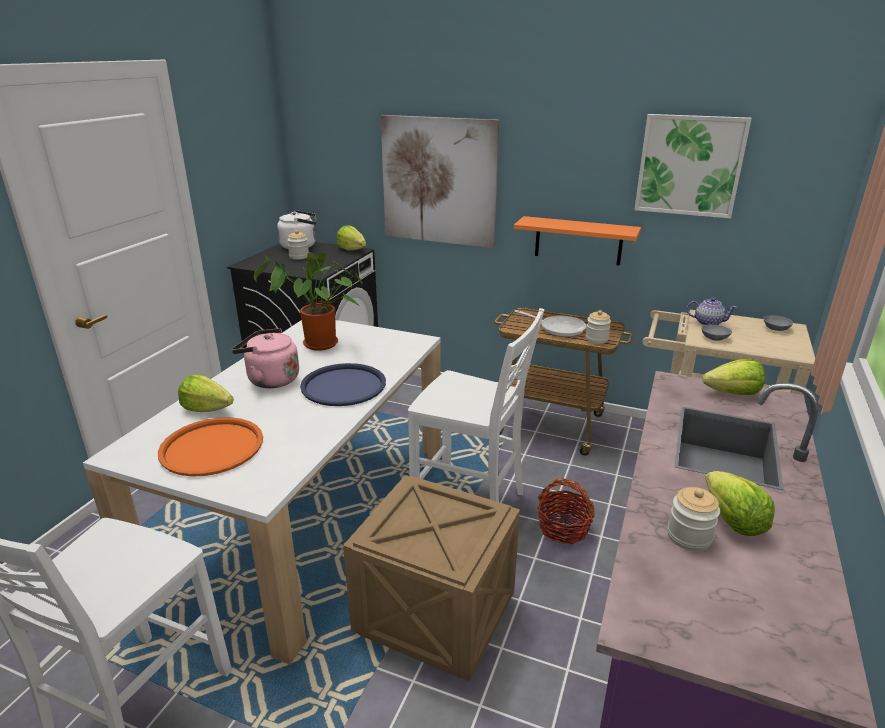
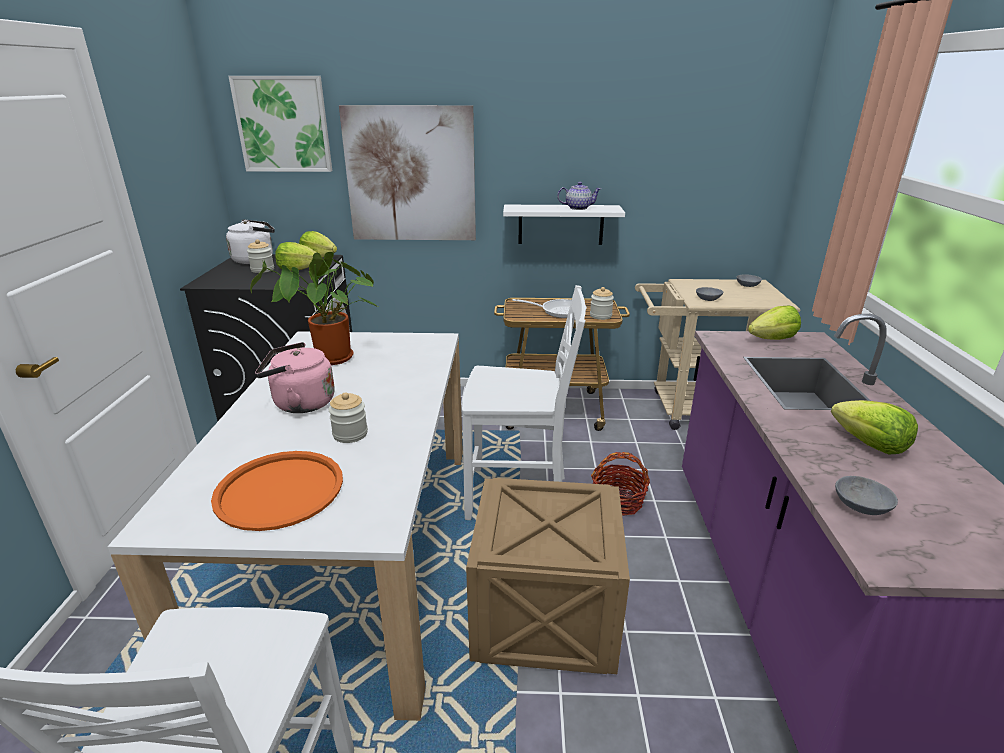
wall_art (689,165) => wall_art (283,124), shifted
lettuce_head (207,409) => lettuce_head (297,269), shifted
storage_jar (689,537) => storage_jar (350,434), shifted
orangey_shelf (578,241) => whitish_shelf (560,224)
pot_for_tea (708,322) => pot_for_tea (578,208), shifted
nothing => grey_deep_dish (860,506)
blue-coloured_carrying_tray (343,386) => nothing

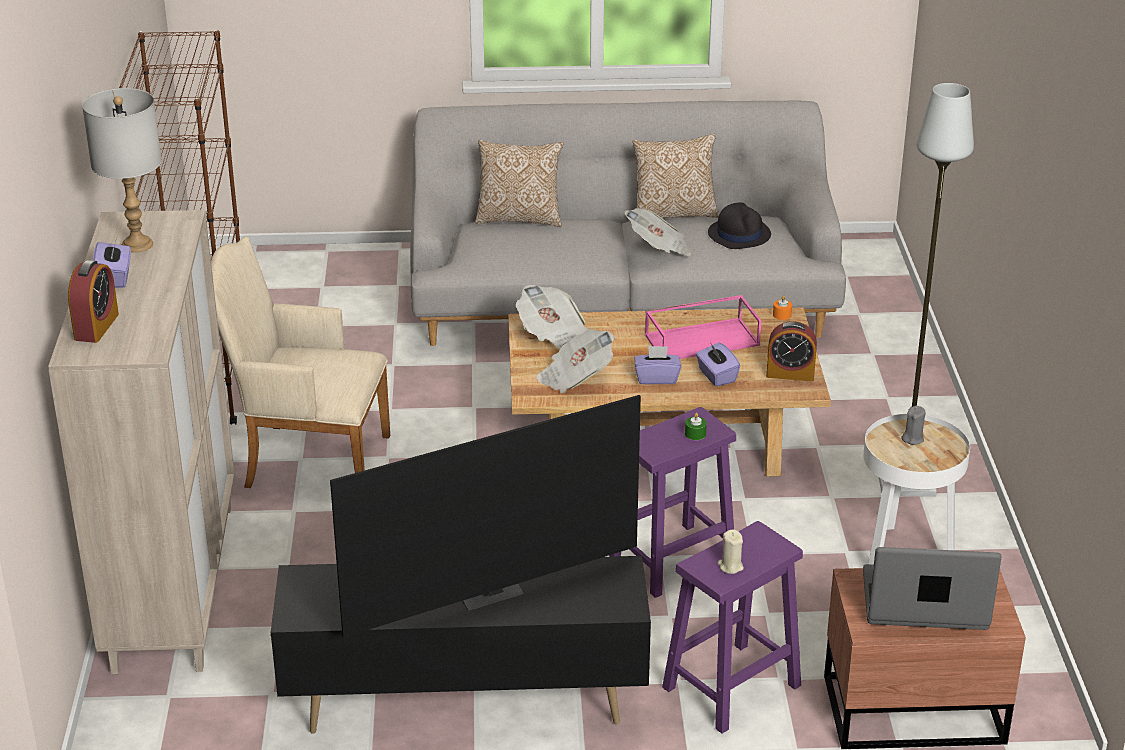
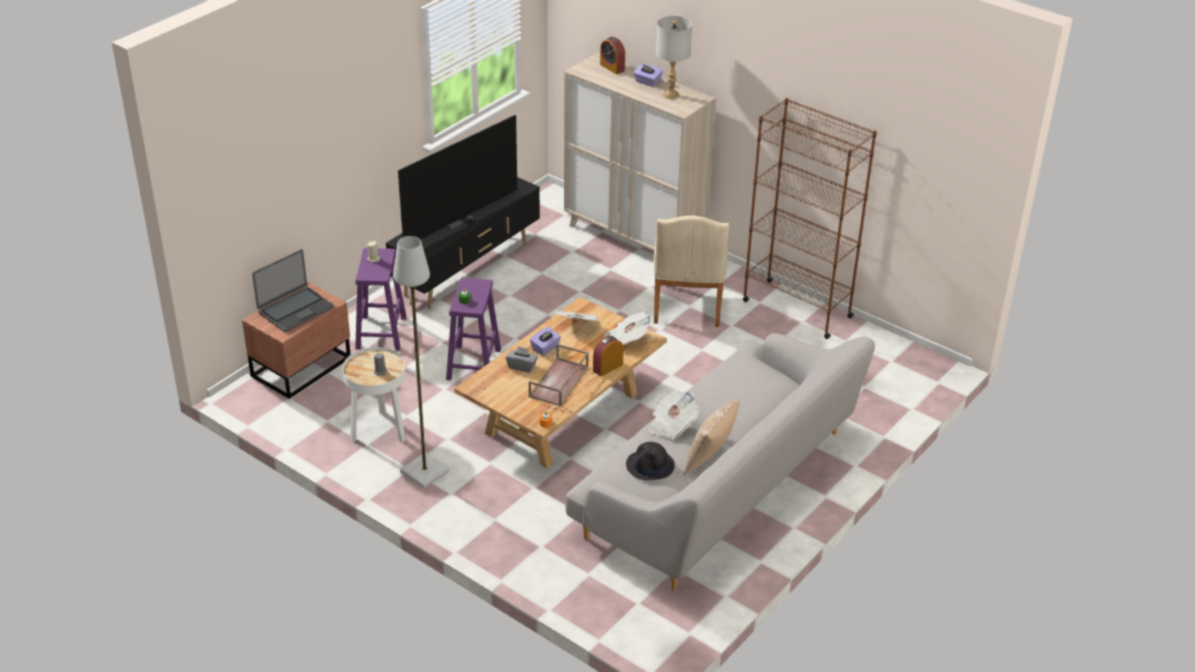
television (488,590) => television (456,219), 150 degrees counterclockwise
purple-coloured_box_of_tissues (716,376) => grey_box_of_tissues (522,366)
pink-coloured_carrying_tray (702,339) => brownish_carrying_tray (559,382)
table_clock (790,374) => table_clock (607,367), shifted
beige_lounge_chair (308,459) => beige_lounge_chair (686,308), 135 degrees clockwise
cushion (519,218) => nothing

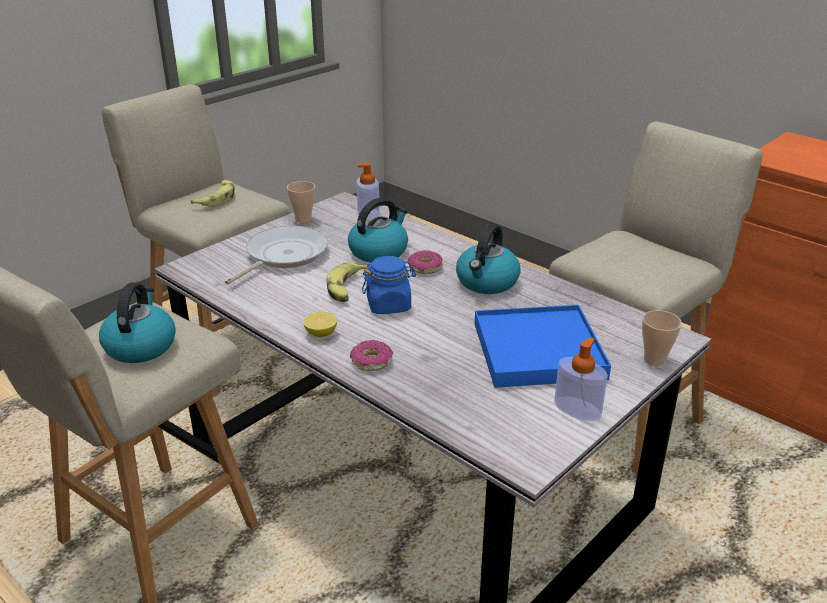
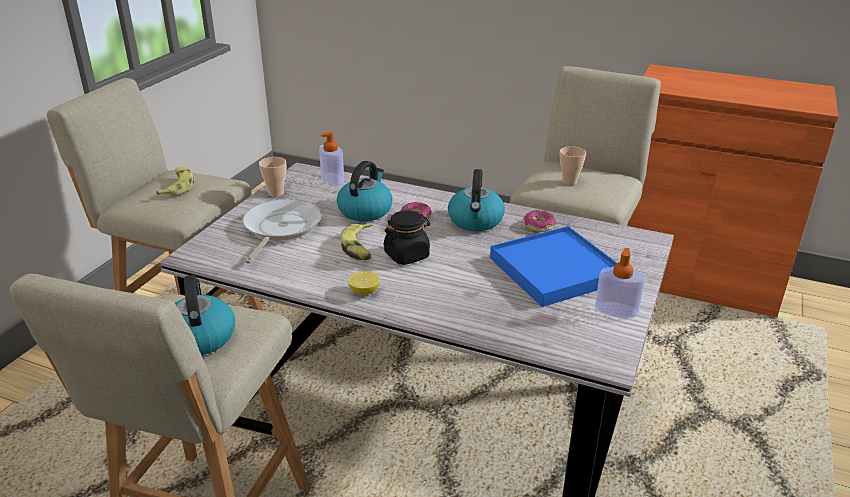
blue-coloured_storage_jar (389,305) => black_storage_jar (407,255)
donut (371,361) => donut (539,226), shifted
small_cup (654,360) => small_cup (569,182), shifted

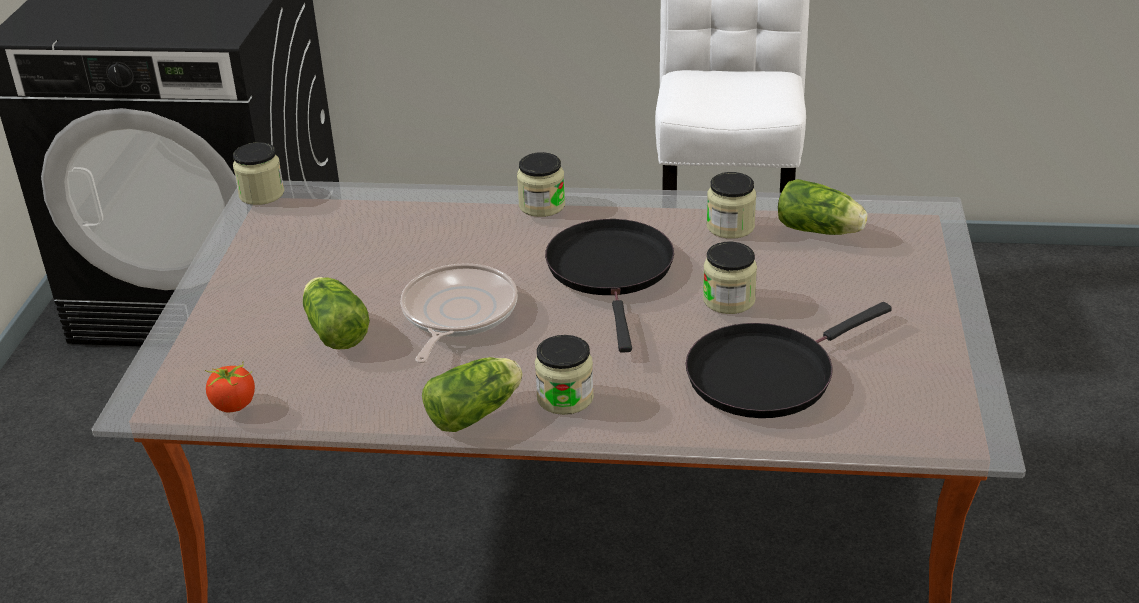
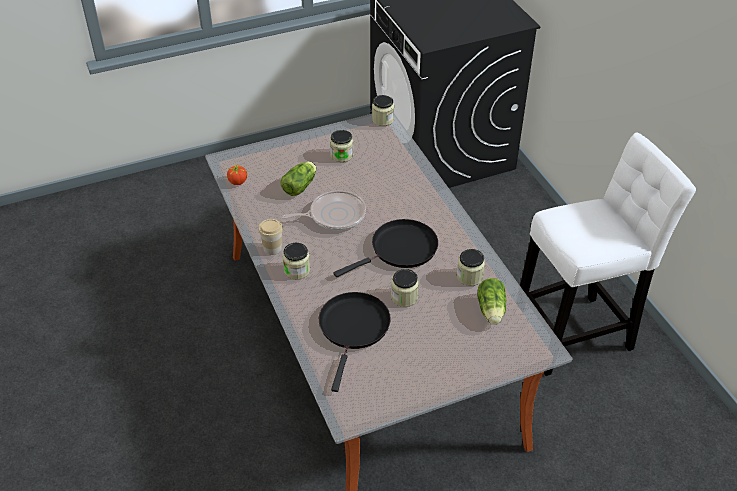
lettuce_head (477,412) => small_cup (272,248)
black_frying_pan (766,374) => black_frying_pan (353,328), 75 degrees clockwise
storage_jar (542,205) => storage_jar (341,155), shifted

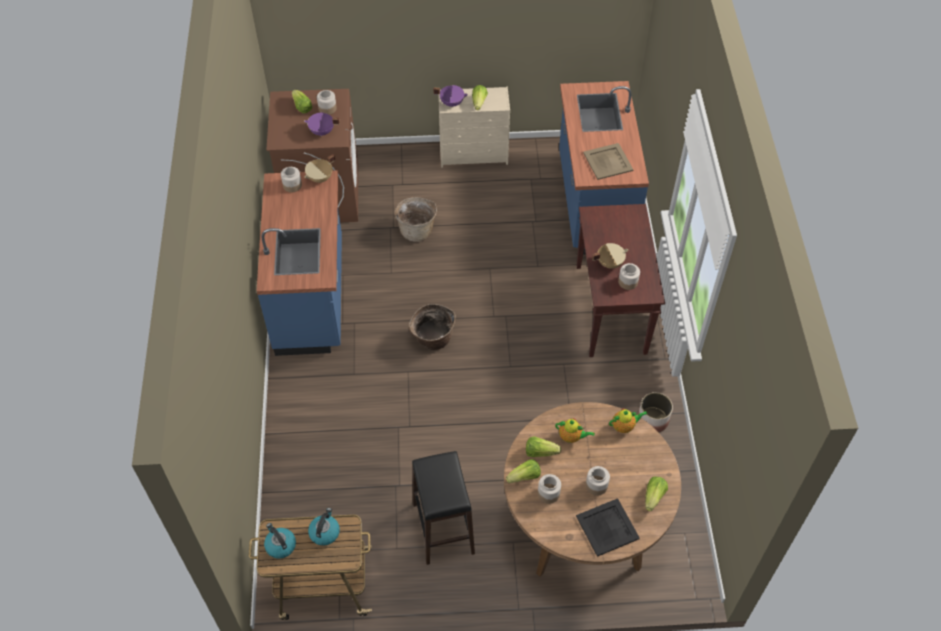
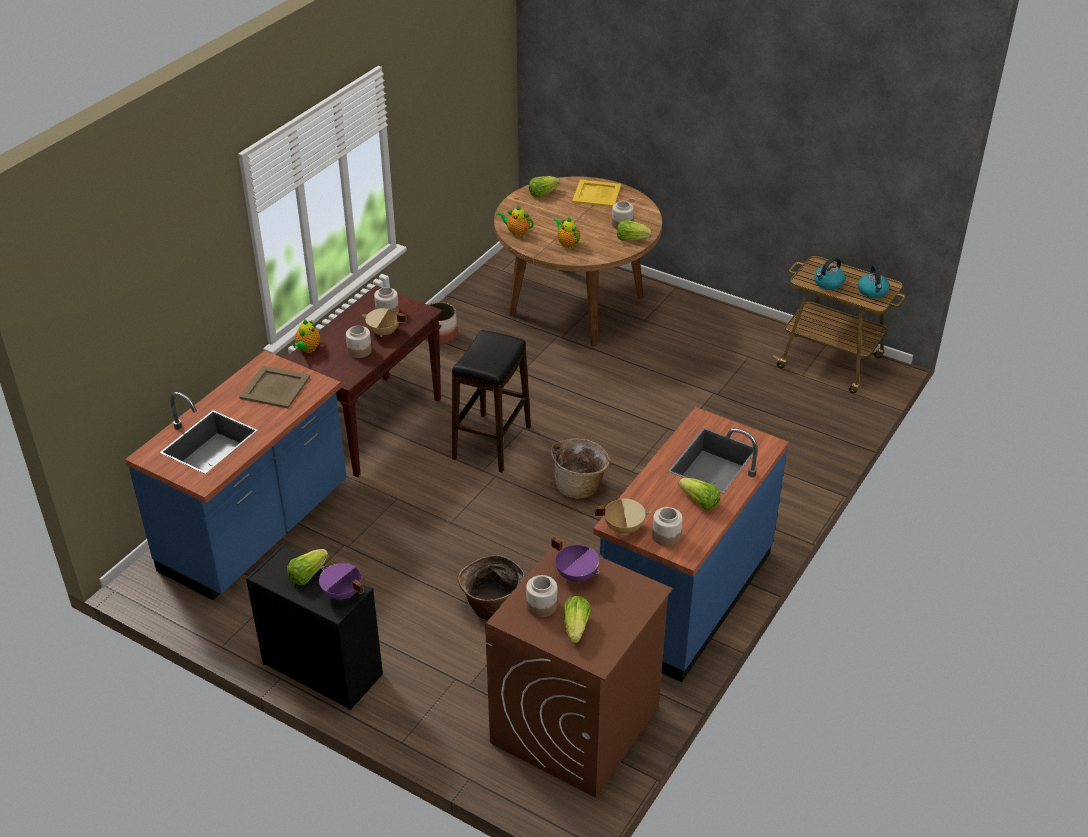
beige_chest_of_drawers (474,154) => black_chest_of_drawers (321,668)
nothing => pot_for_tea (308,349)
storage_jar (596,485) => storage_jar (359,351), shifted
black_stool (443,528) => black_stool (492,443), shifted
black_carrying_tray (607,527) => yellow_carrying_tray (596,194)
lettuce_head (540,452) => lettuce_head (699,502), shifted

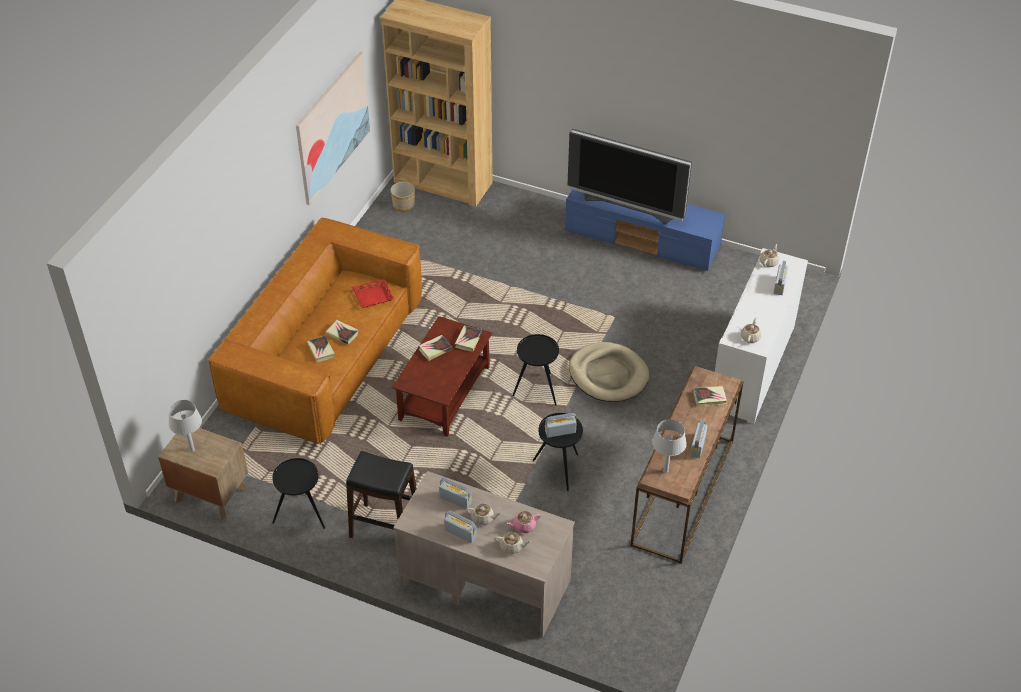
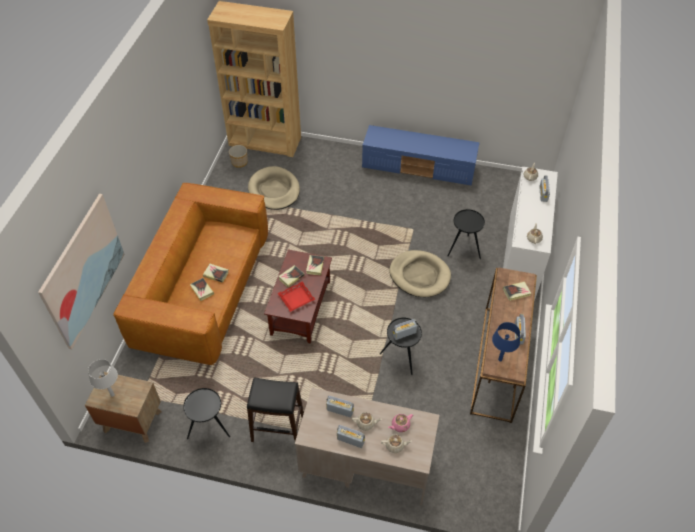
wall_art (332,127) => wall_art (83,270), shifted
nothing => beige_dog_cushion (274,190)
red-coloured_carrying_tray (373,296) => red-coloured_carrying_tray (296,298), shifted
black_accent_table (537,391) => black_accent_table (463,250), shifted
grey_lamp_for_a_table (665,471) => blue-coloured_lamp_for_a_table (500,359)
television (628,207) => nothing

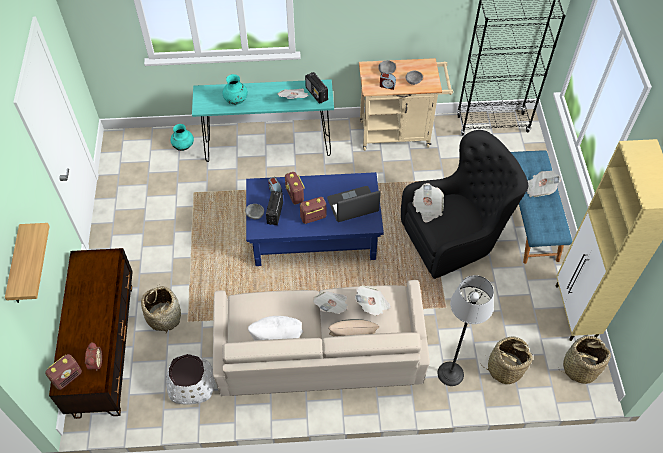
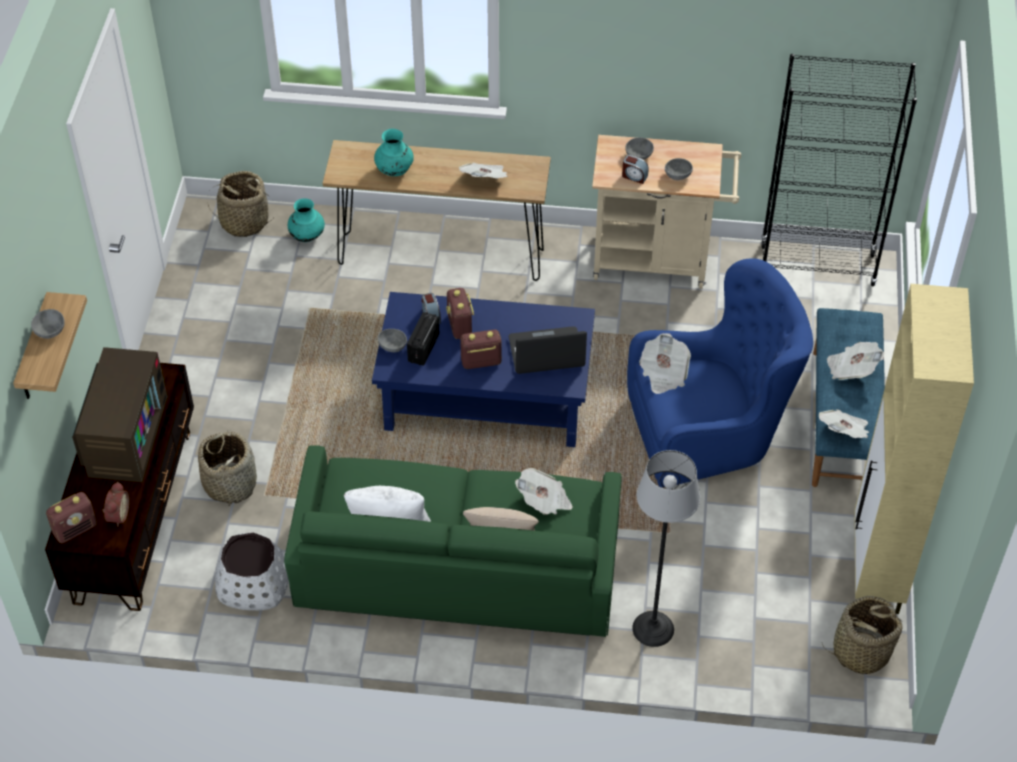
nothing => grey_deep_dish (50,331)
nothing => television (125,434)
household_basket (504,368) => household_basket (244,222), shifted
beige_settee (319,352) => greenish_settee (456,568)
blue-green_hall_table (268,148) => brownish_hall_table (440,256)
black_lounge_chair (455,237) => blue-coloured_lounge_chair (711,431)
daily_paper (332,306) => daily_paper (844,432), shifted
radio_set (316,94) => nothing

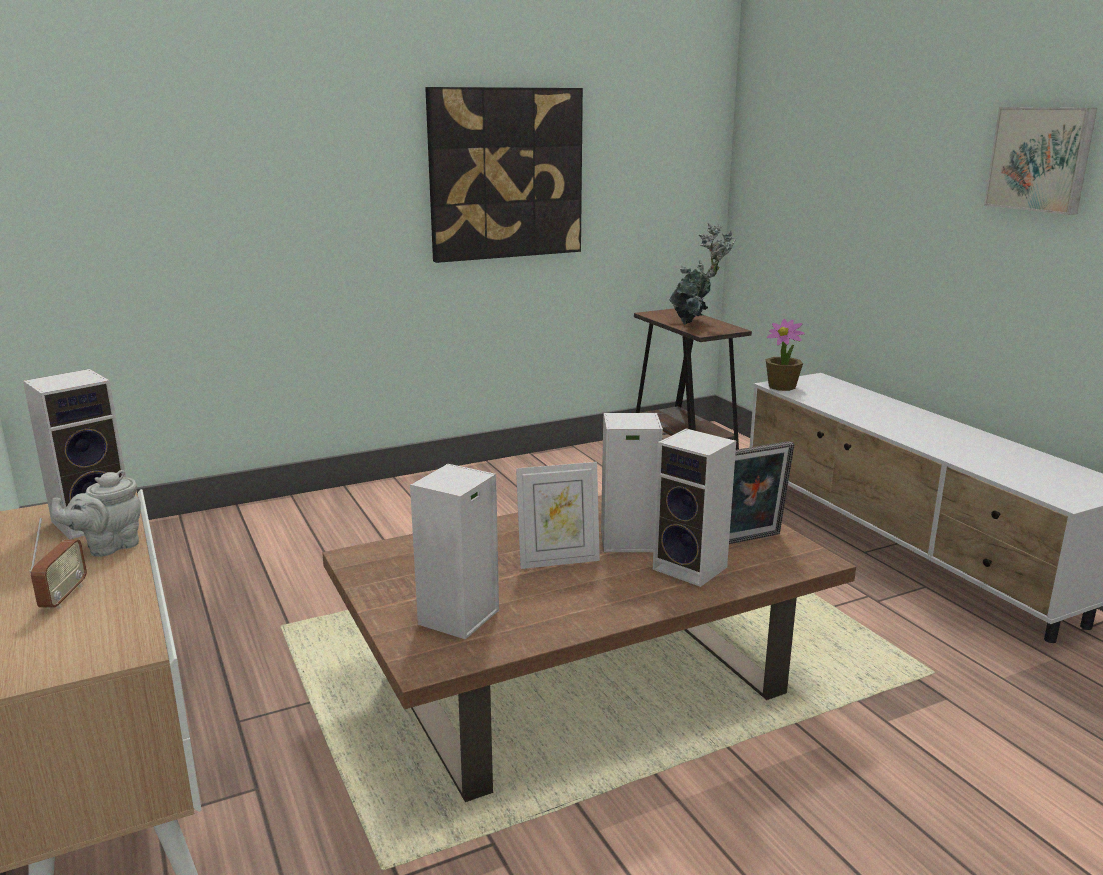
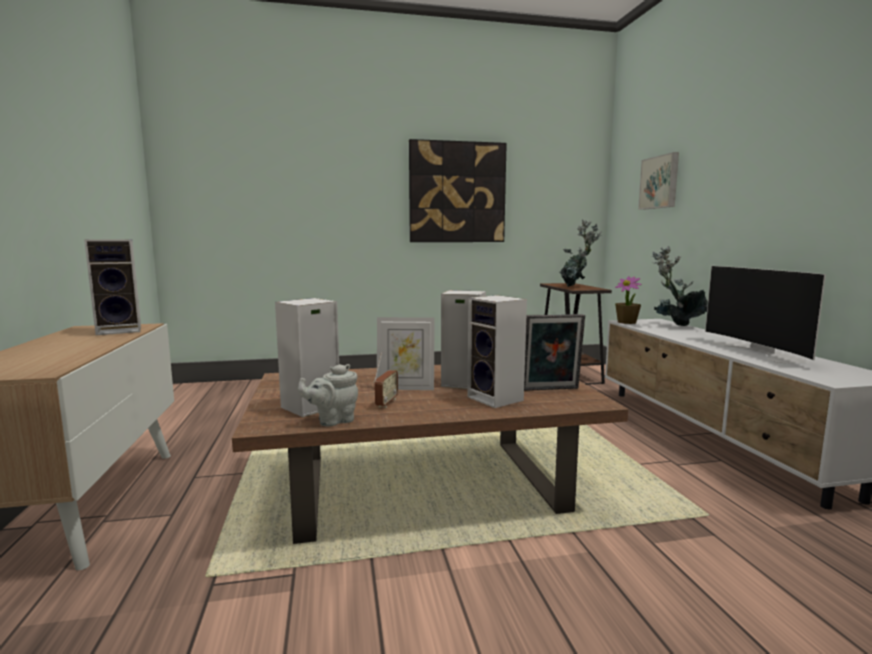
grey_pot_for_tea (109,547) => grey_pot_for_tea (333,420), shifted
radio_set (63,597) => radio_set (386,403), shifted
wall_art (1041,159) => wall_art (660,182), shifted
nothing => potted_plant (675,326)
nothing => television (760,351)

